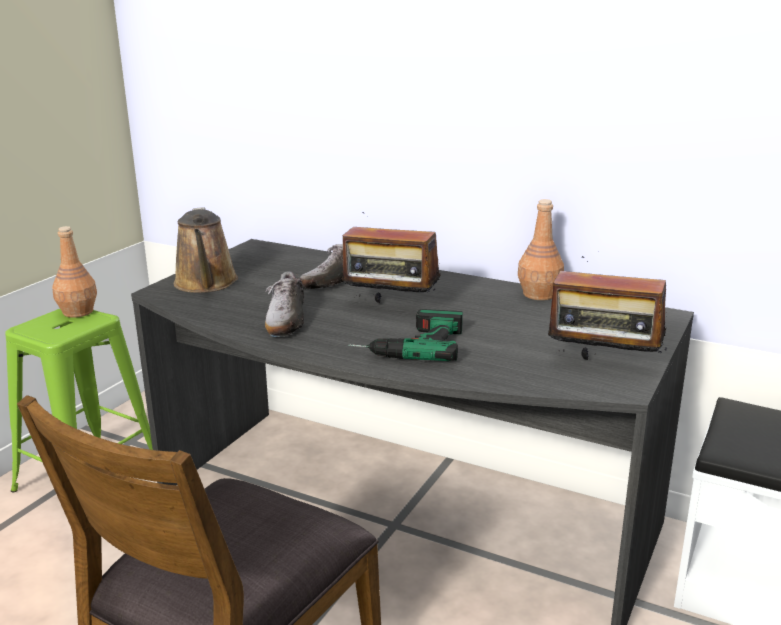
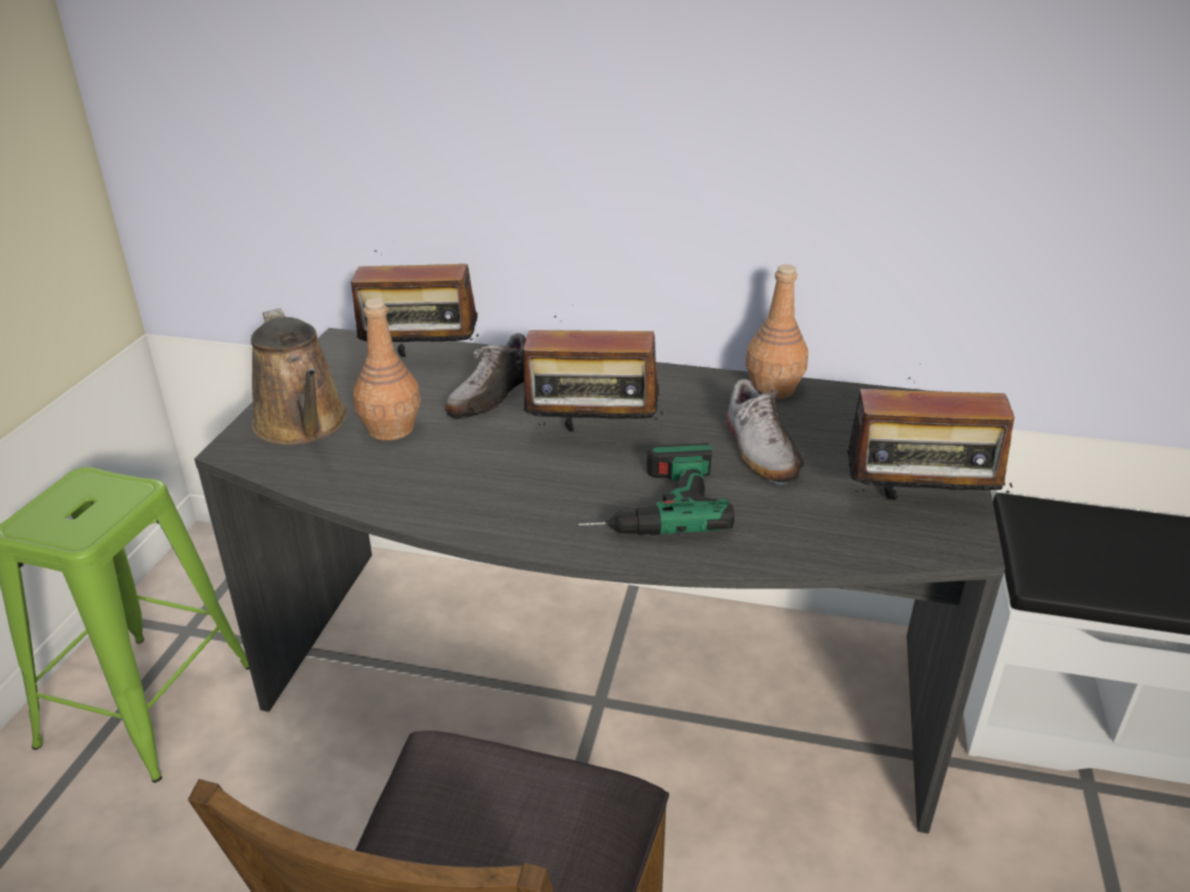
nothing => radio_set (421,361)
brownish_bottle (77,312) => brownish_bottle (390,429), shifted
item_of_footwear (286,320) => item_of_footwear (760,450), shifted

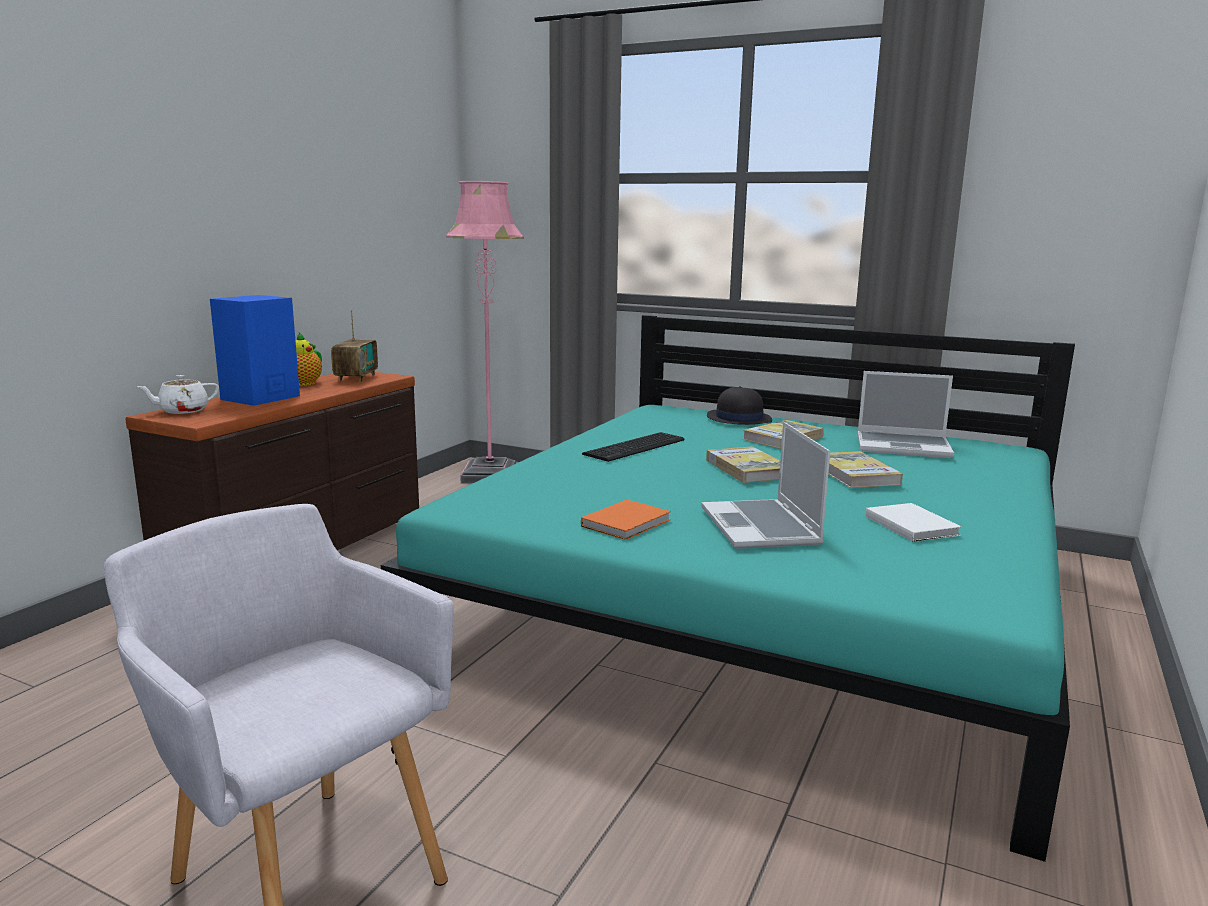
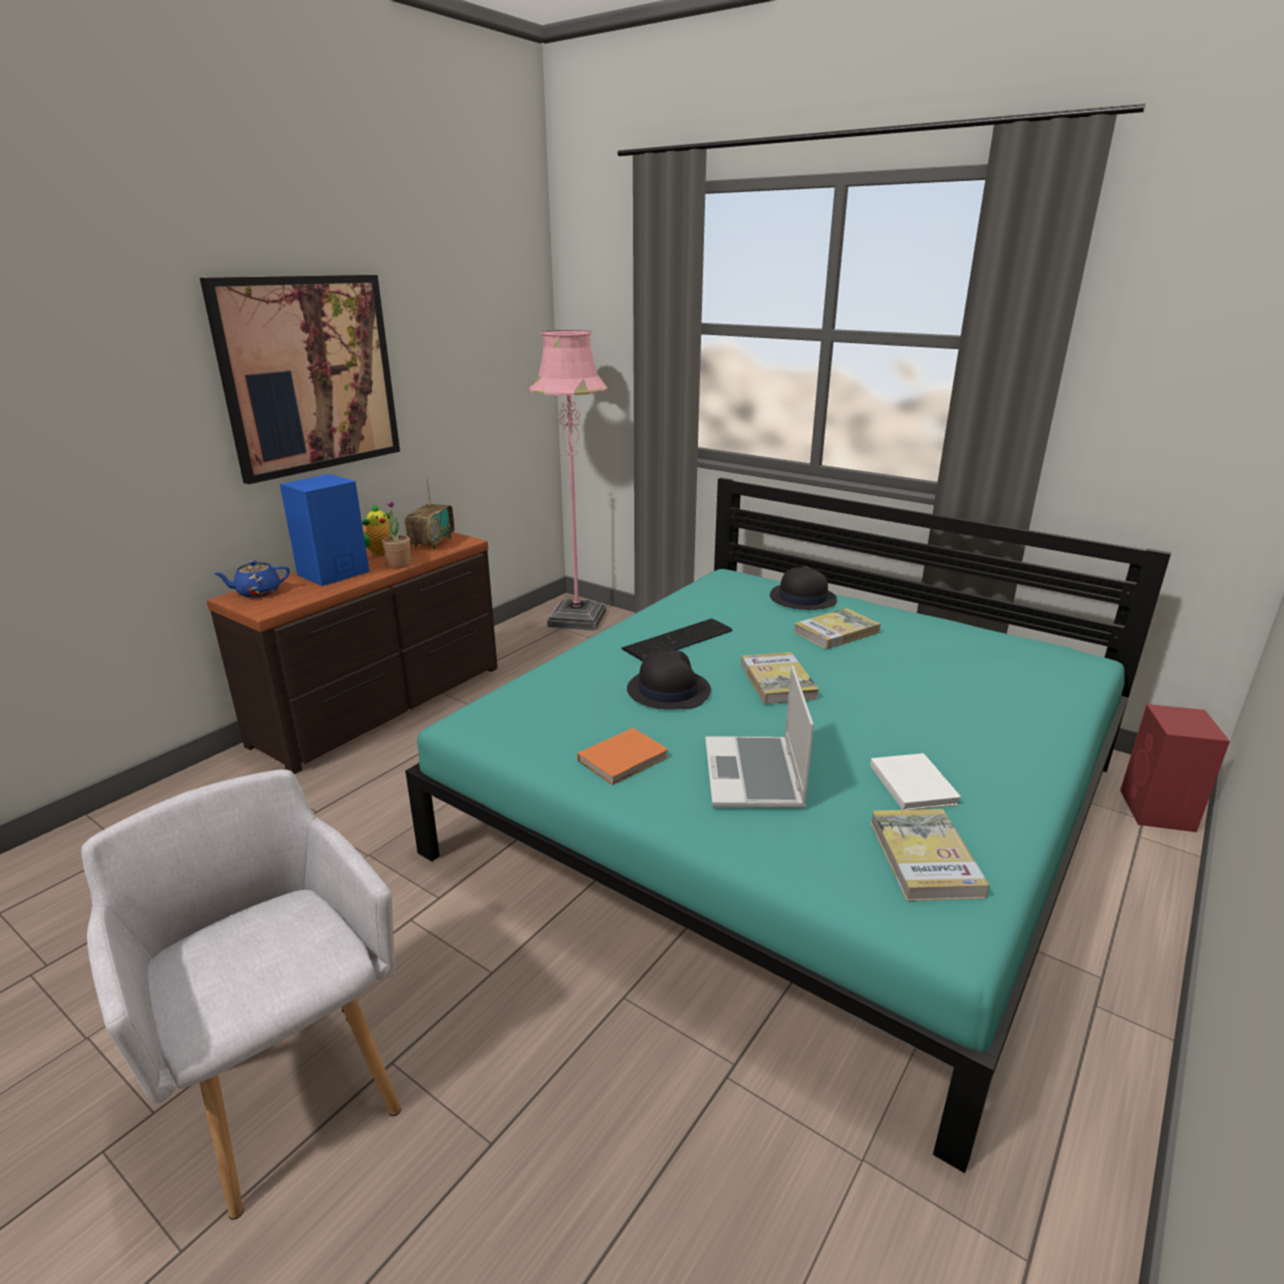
nothing => wall_art (309,375)
whitish_pot_for_tea (182,411) => blue-coloured_pot_for_tea (257,592)
nothing => potted_plant (399,565)
nothing => black_clothing_hat (668,690)
bound_book (855,474) => bound_book (924,858), shifted
nothing => red-coloured_loudspeaker (1157,811)
notebook_computer (904,446) => nothing

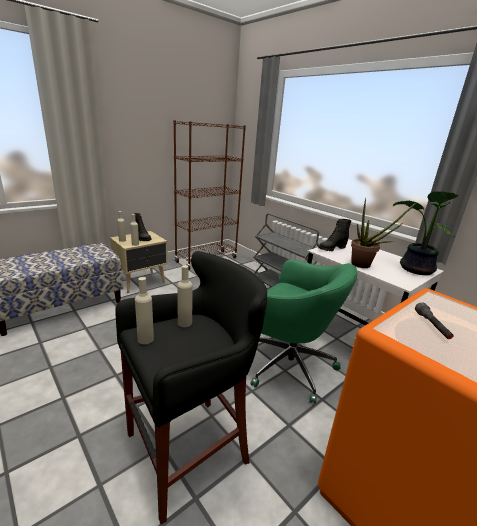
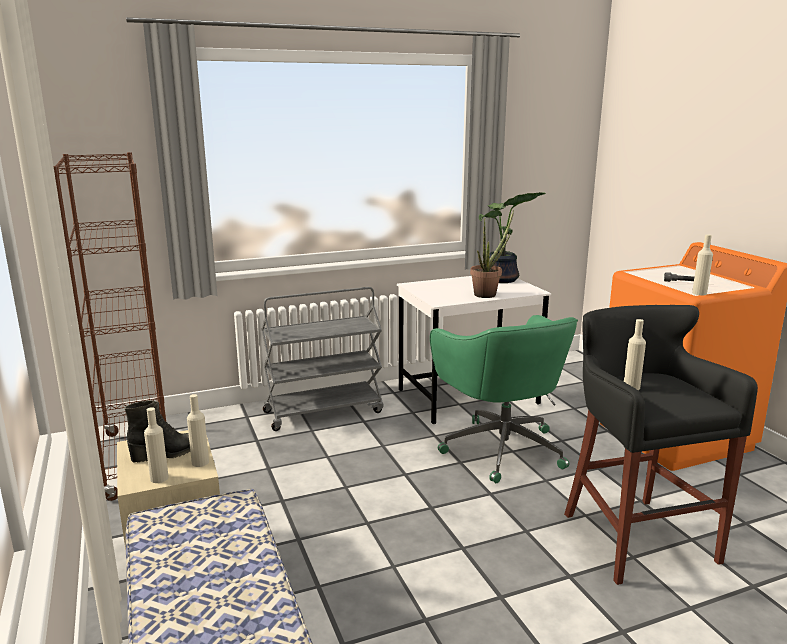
greenish_office_chair (286,364) => greenish_office_chair (501,447), 105 degrees clockwise
beige_bottle (145,339) => beige_bottle (699,293), shifted
black_tall_boot (331,248) => nothing

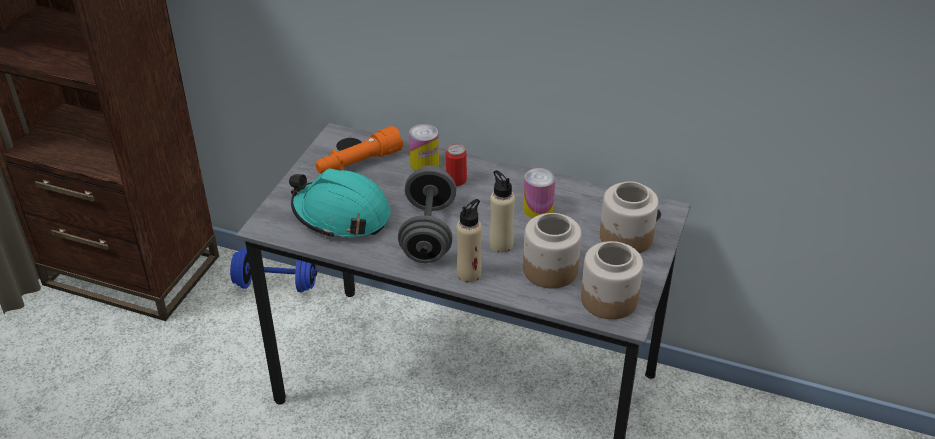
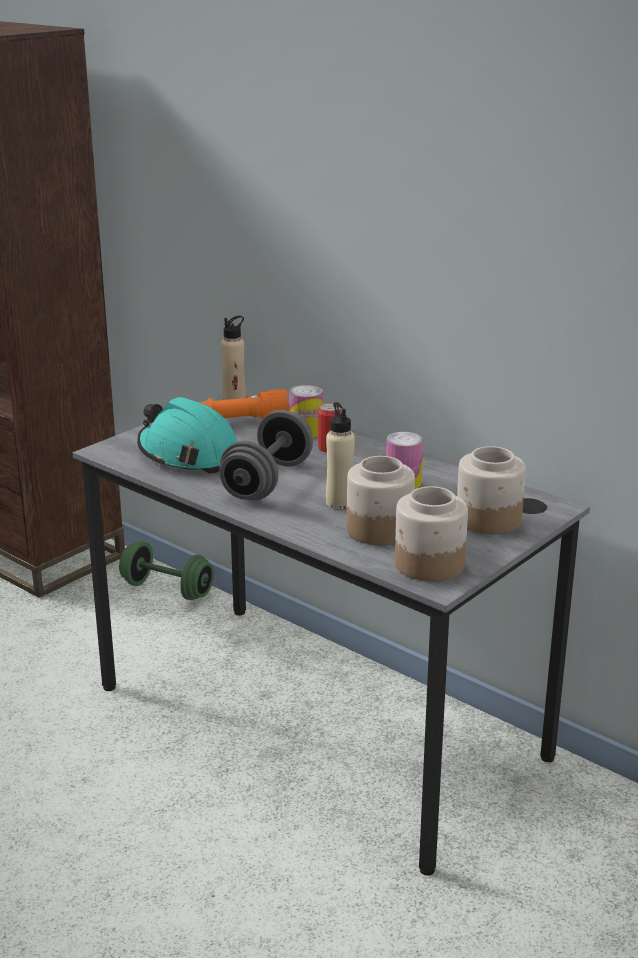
blue-coloured_free_weight (276,284) => greenish_free_weight (167,590)
beige_bottle (469,274) => beige_bottle (234,399), shifted

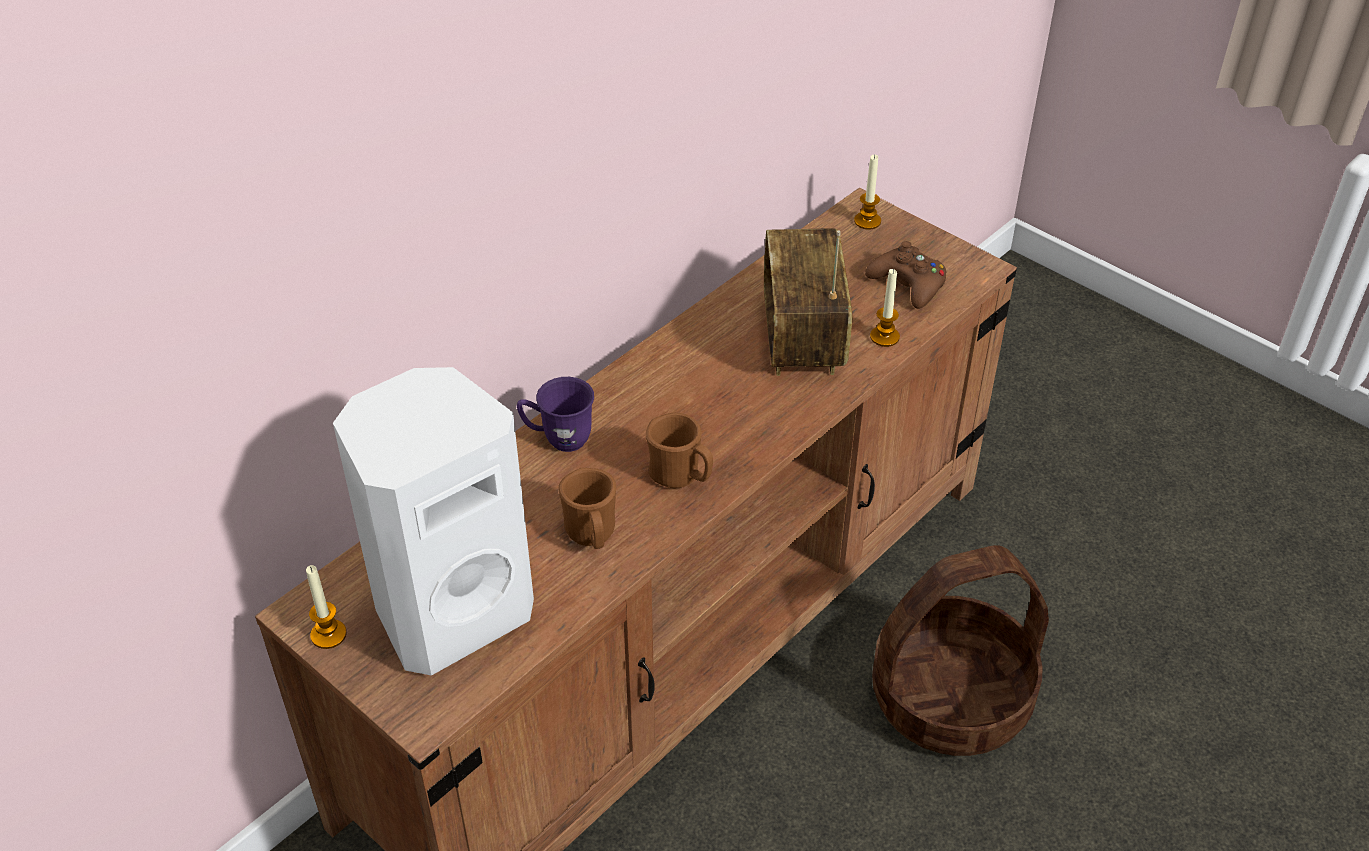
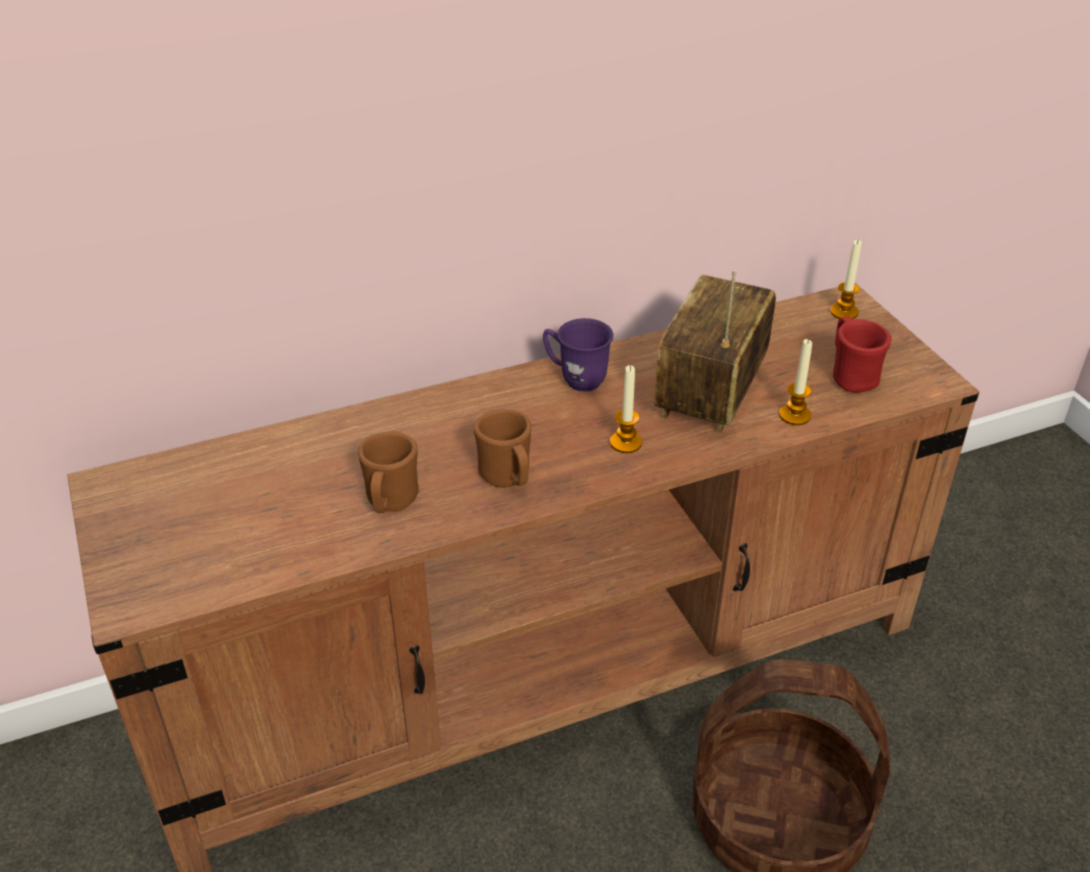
purple-coloured_mug (558,438) => purple-coloured_mug (575,378), shifted
candle (328,634) => candle (625,443), shifted
brownish_game_controller (908,284) => red-coloured_mug (850,376)
whitish_loudspeaker (450,611) => nothing

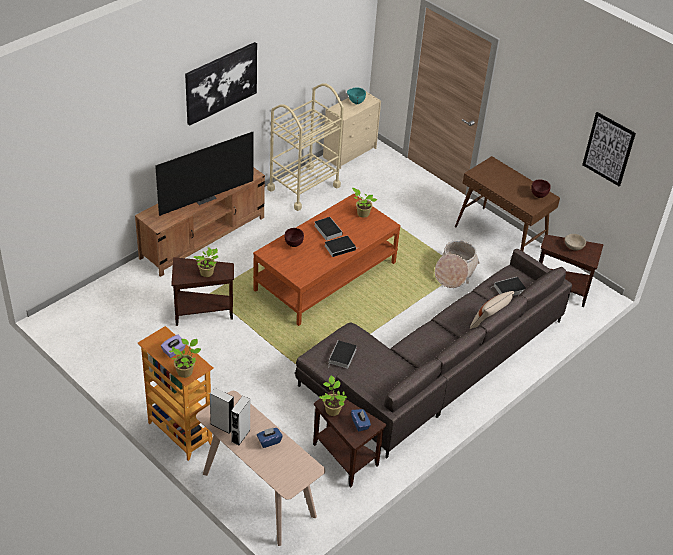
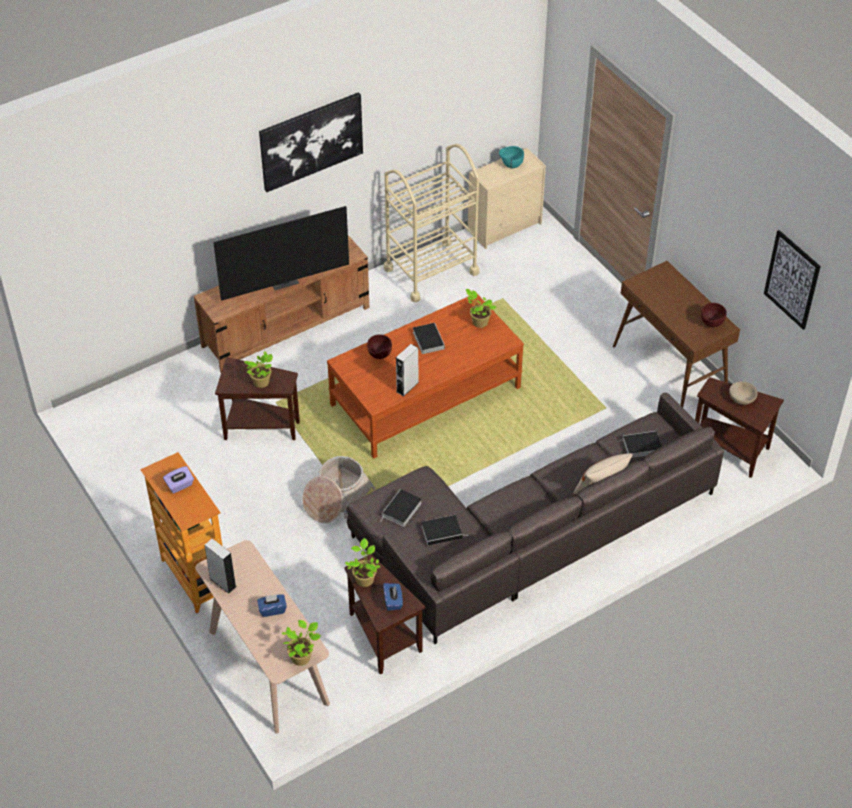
potted_plant (185,371) => potted_plant (302,657), shifted
household_basket (454,271) => household_basket (336,498), shifted
grey_loudspeaker (240,435) => grey_loudspeaker (407,387), shifted
bound_book (340,247) => bound_book (443,531), shifted

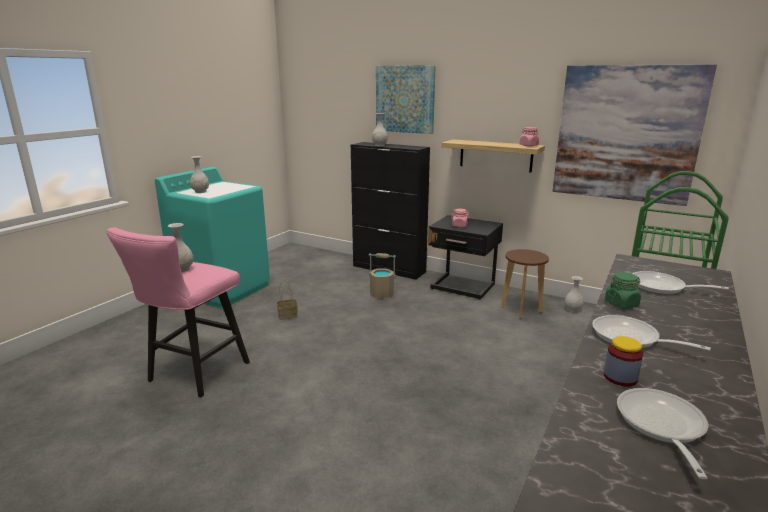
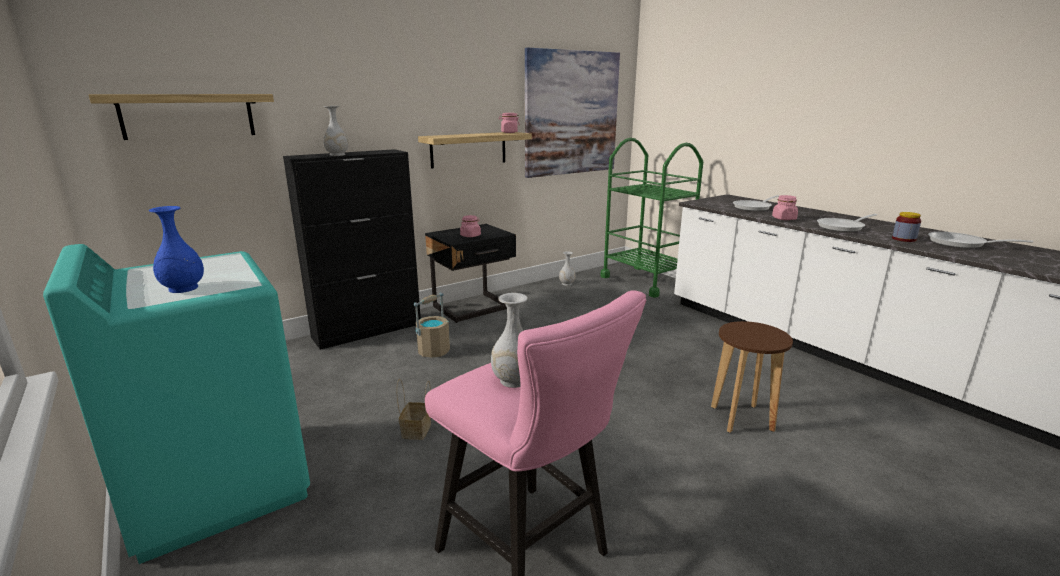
nothing => shelf (188,116)
whitish_flower_vase (200,192) => blue-coloured_flower_vase (183,289)
brownish_stool (521,310) => brownish_stool (742,419), shifted
greenish_storage_jar (621,304) => pink-coloured_storage_jar (783,218)
wall_art (405,99) => nothing

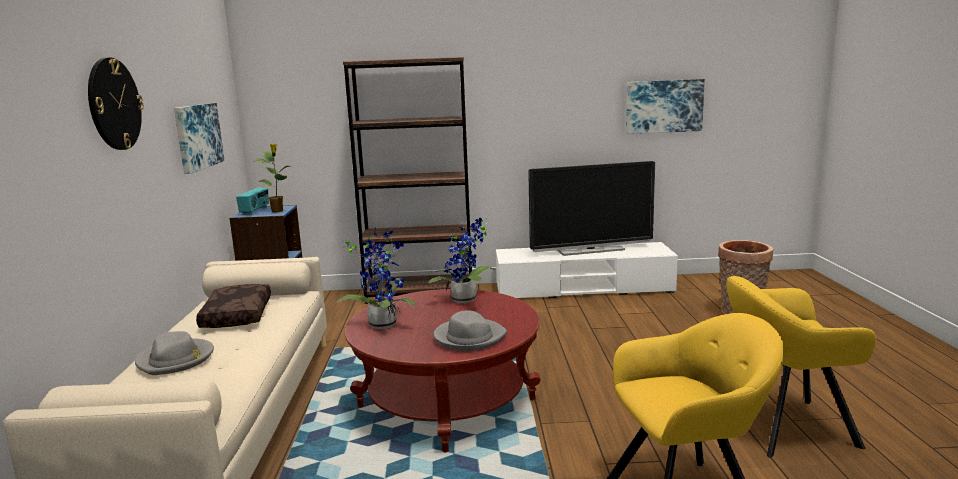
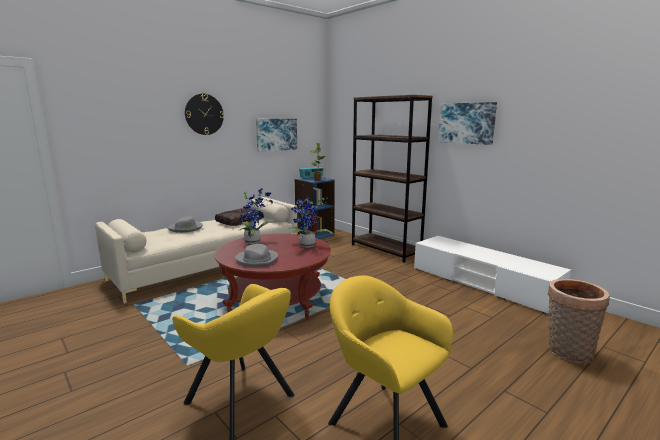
wall_art (663,106) => wall_art (466,123), shifted
television (590,250) => nothing

